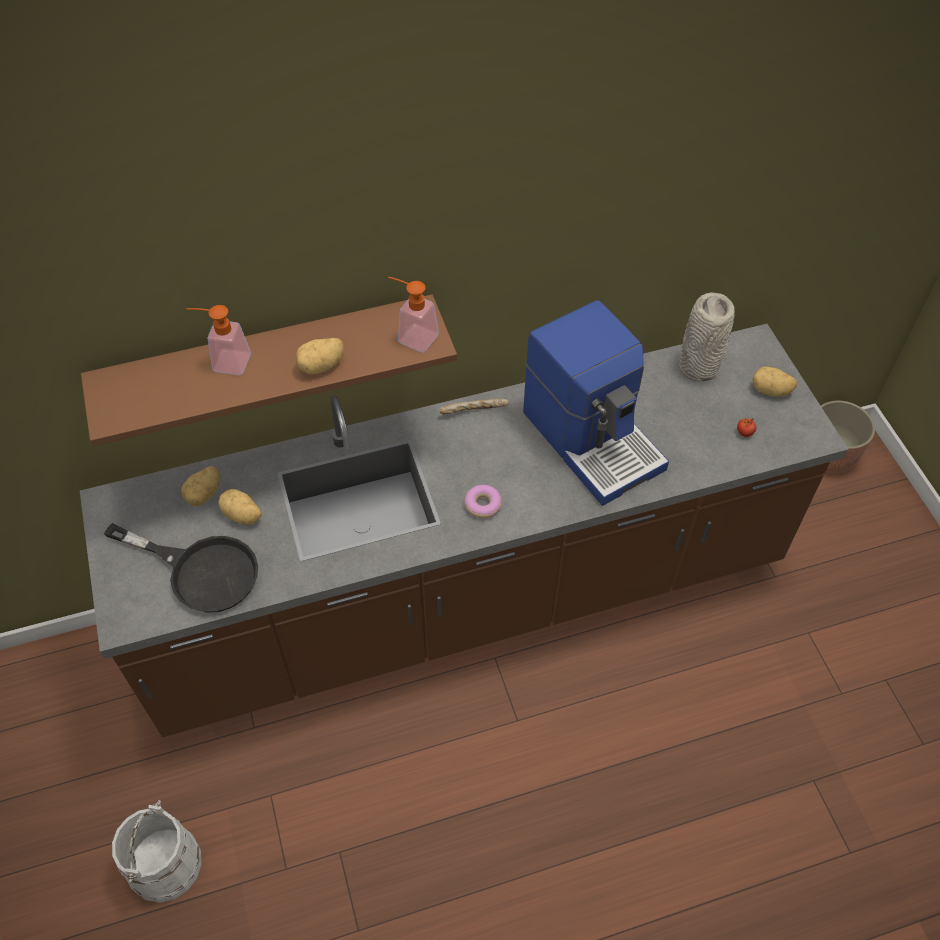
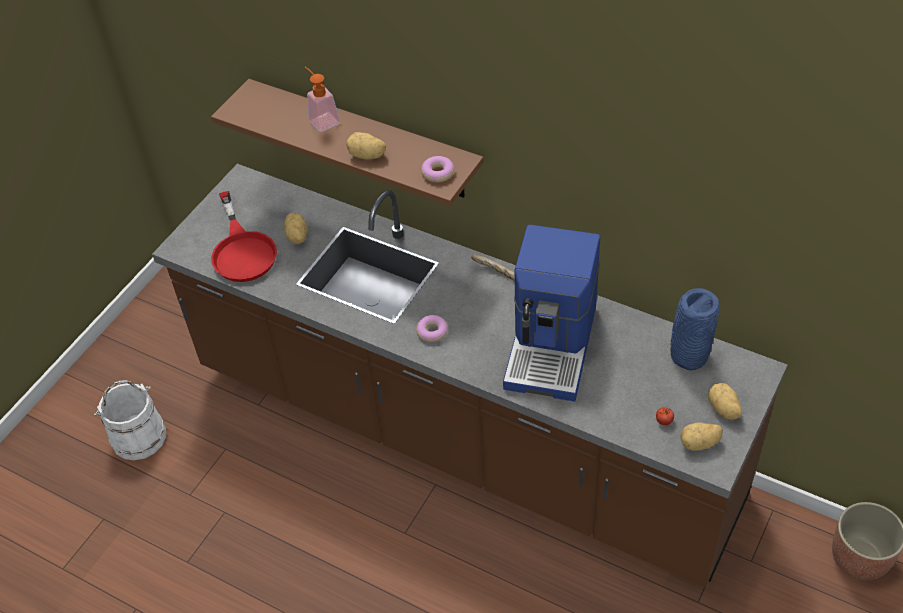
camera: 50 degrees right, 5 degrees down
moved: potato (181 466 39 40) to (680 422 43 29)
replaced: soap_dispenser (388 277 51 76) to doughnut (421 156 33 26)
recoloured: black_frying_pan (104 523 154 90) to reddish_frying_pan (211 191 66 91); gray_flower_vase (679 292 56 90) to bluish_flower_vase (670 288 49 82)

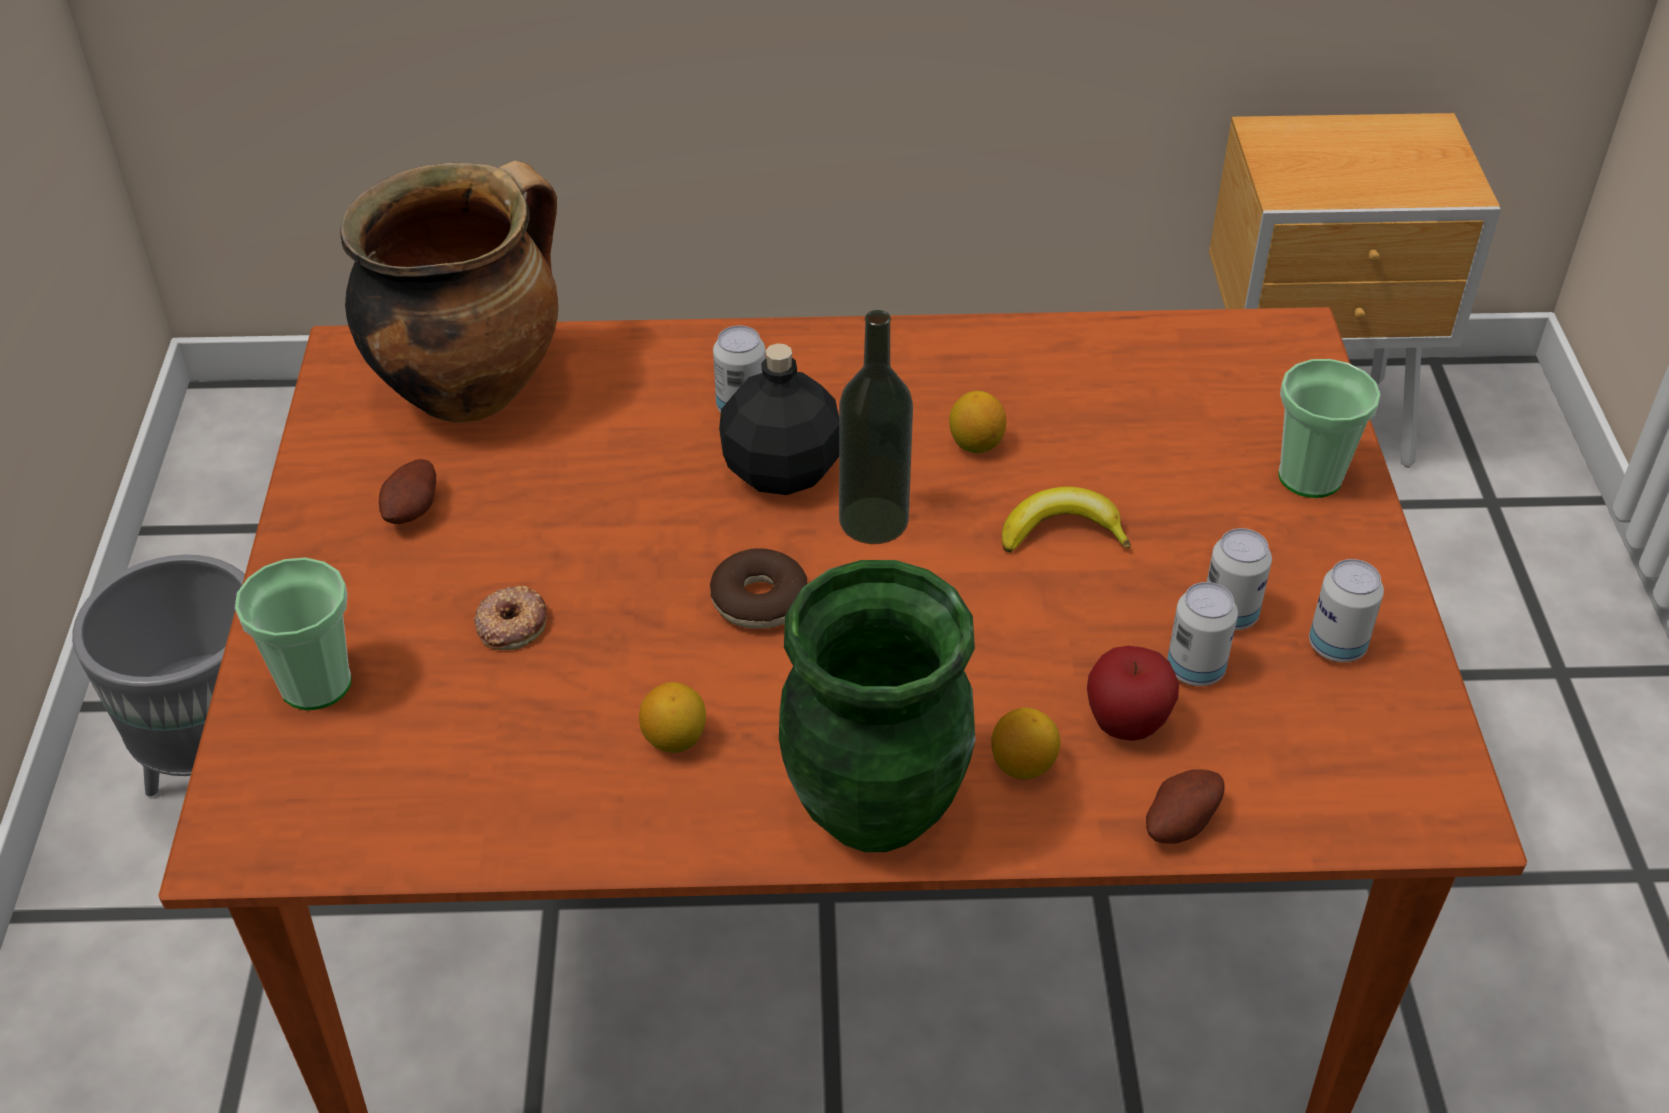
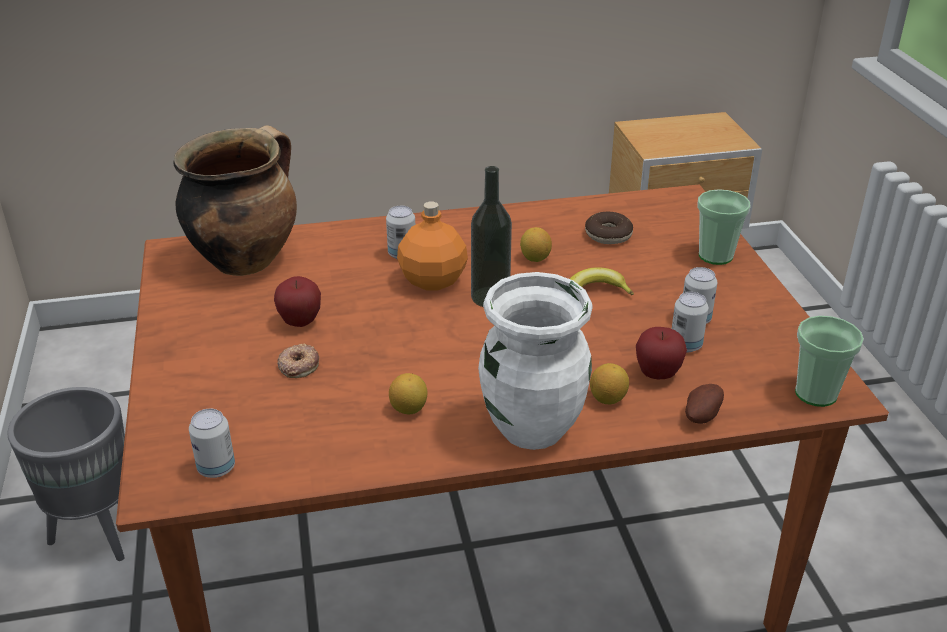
camera: 10 degrees left, 10 degrees down
removed: potato (379 459 57 65)
added: apple (274 276 47 51)
moved: small_cup (235 557 116 153) to (795 316 69 91); doughnut (710 548 97 81) to (585 212 48 32); sealed_can (1309 559 75 103) to (189 409 46 69)
recoloured: black_beverage_bottle (719 343 120 152) to orangey_beverage_bottle (397 202 71 89); greenish_flower_vase (779 560 196 292) to white_flower_vase (478 272 114 178)

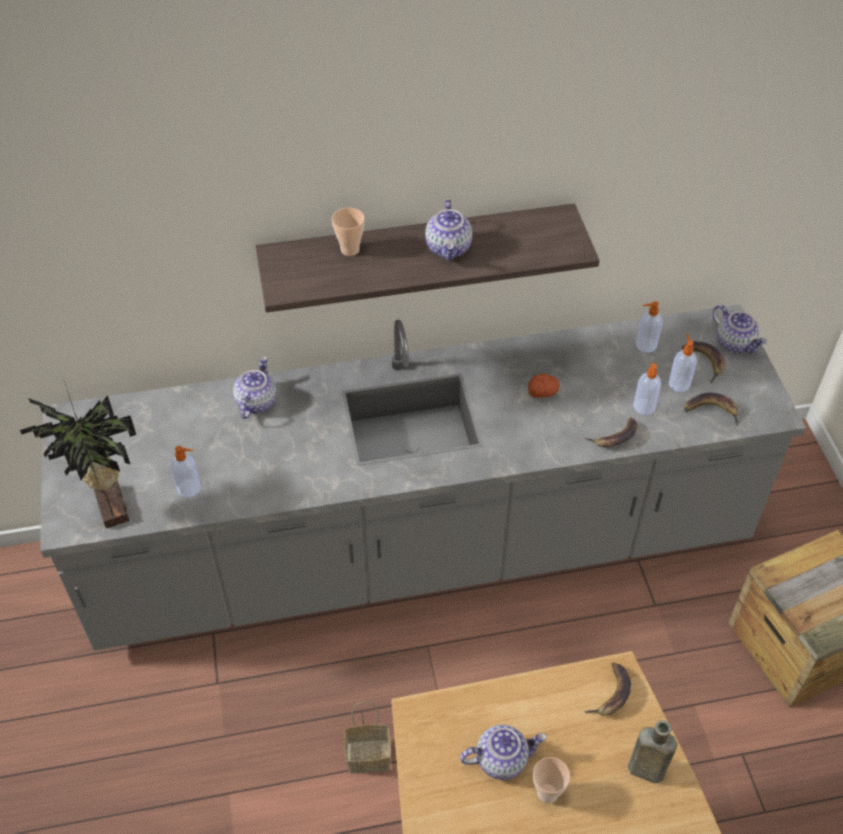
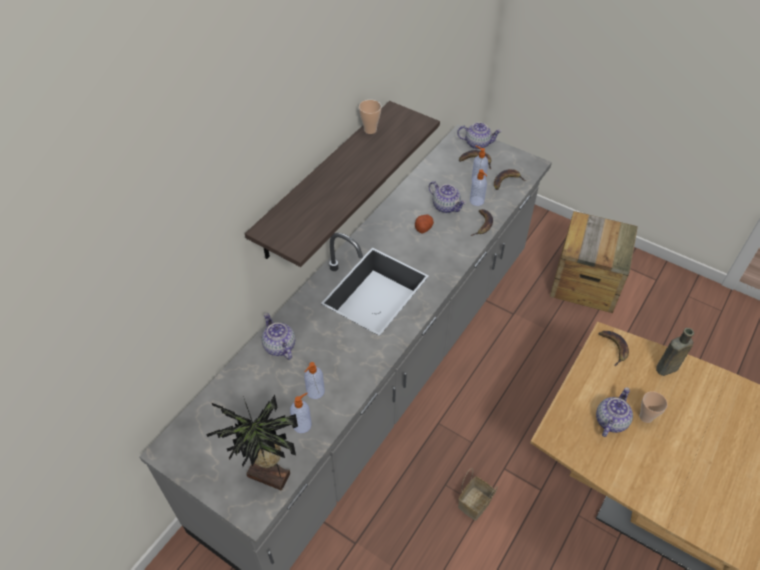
camera: 45 degrees left, 0 degrees up
moved: small_cup (332 208 33 48) to (359 100 22 34); pot_for_tea (425 199 47 62) to (429 181 37 32); soap_dispenser (636 301 27 52) to (304 362 21 37)

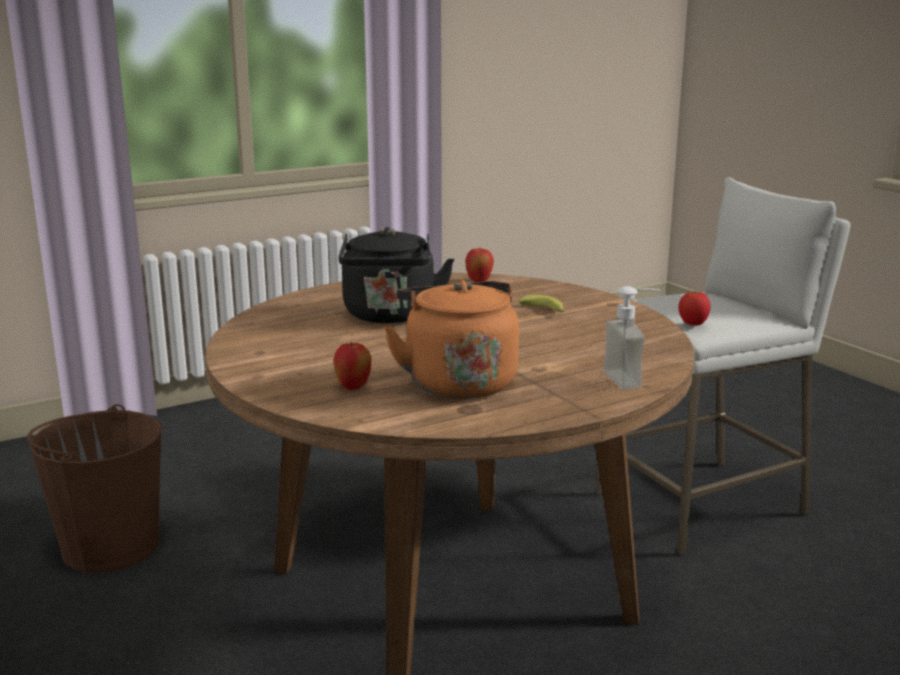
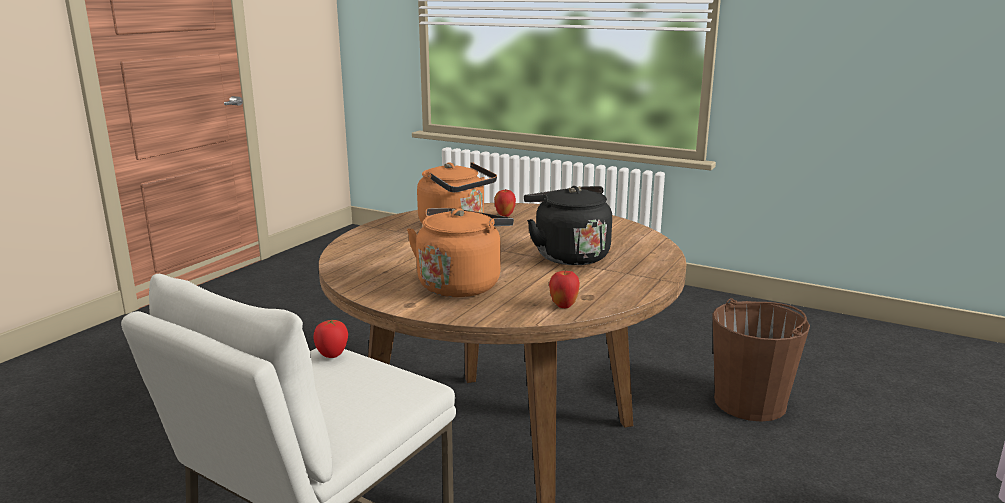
camera: 150 degrees right, 0 degrees up
removed: soap_dispenser (603 286 57 104)
replaced: whole_banana (519 295 45 17) to orangey_tea_kettle (407 208 107 89)

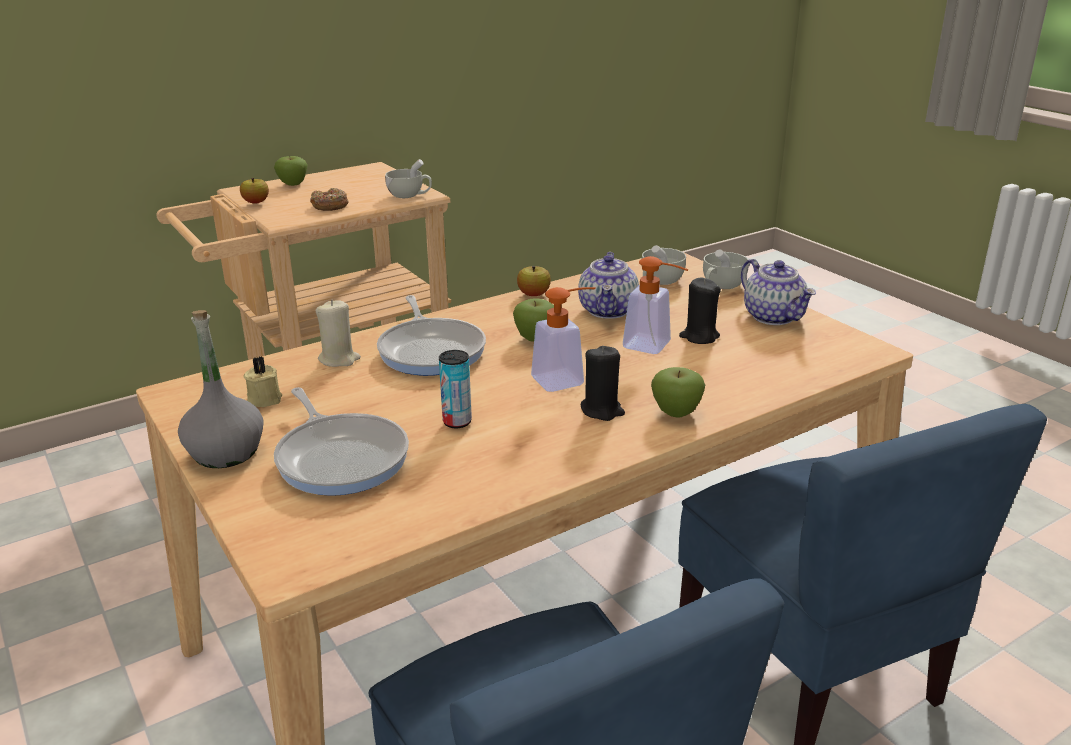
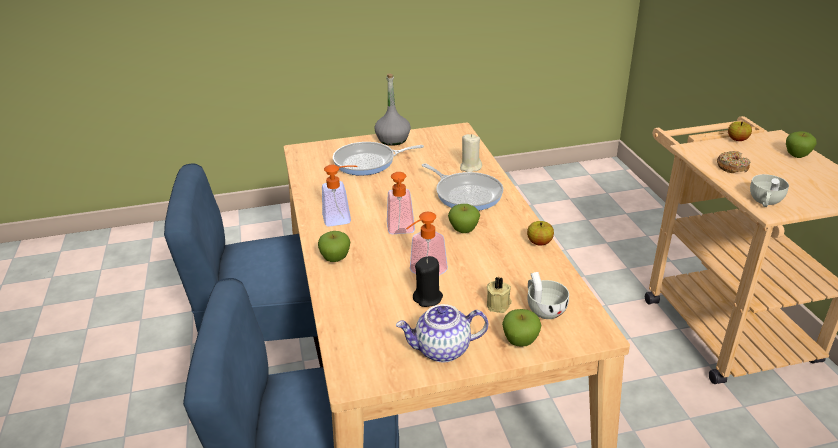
camera: 110 degrees right, 5 degrees up
removed: sealed_can (439 350 33 78); pot_for_tea (578 252 61 67); black_candle (581 345 44 76)
added: soap_dispenser (322 164 35 63)
moved: beige-coloured_candle (243 356 39 51) to (487 277 25 36)
replaced: white_small_cup (703 249 45 40) to apple (502 309 39 38)
turned: frying_pan (377 295 109 81) = (422 163 81 48) 135 degrees counterclockwise

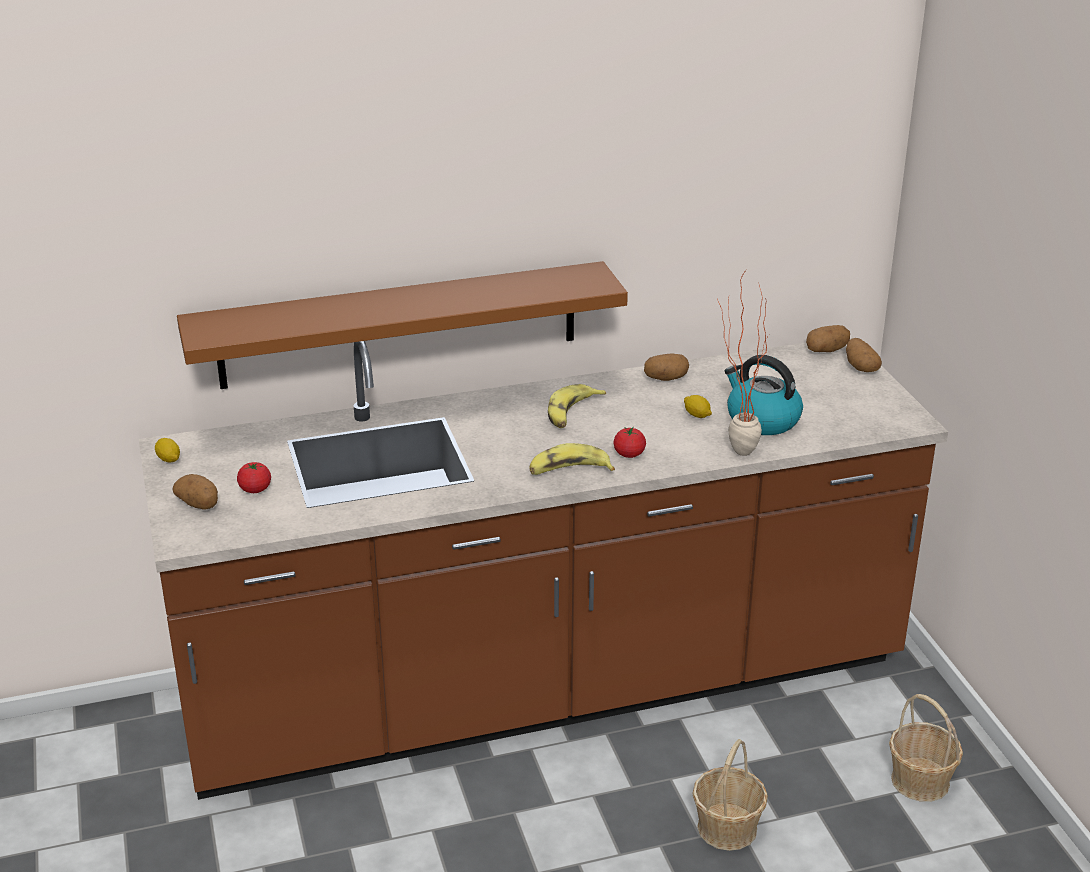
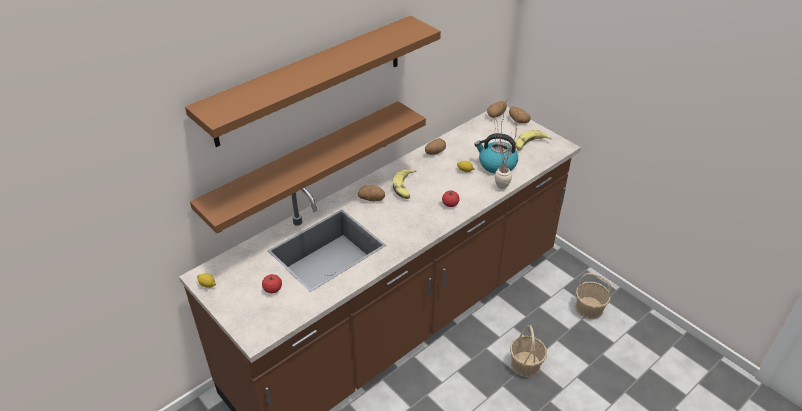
camera: 25 degrees left, 10 degrees up
added: brownish_shelf (185 16 256 131)
moved: potato (172 474 46 35) to (358 185 27 16); whole_banana (529 443 86 32) to (516 130 36 20)

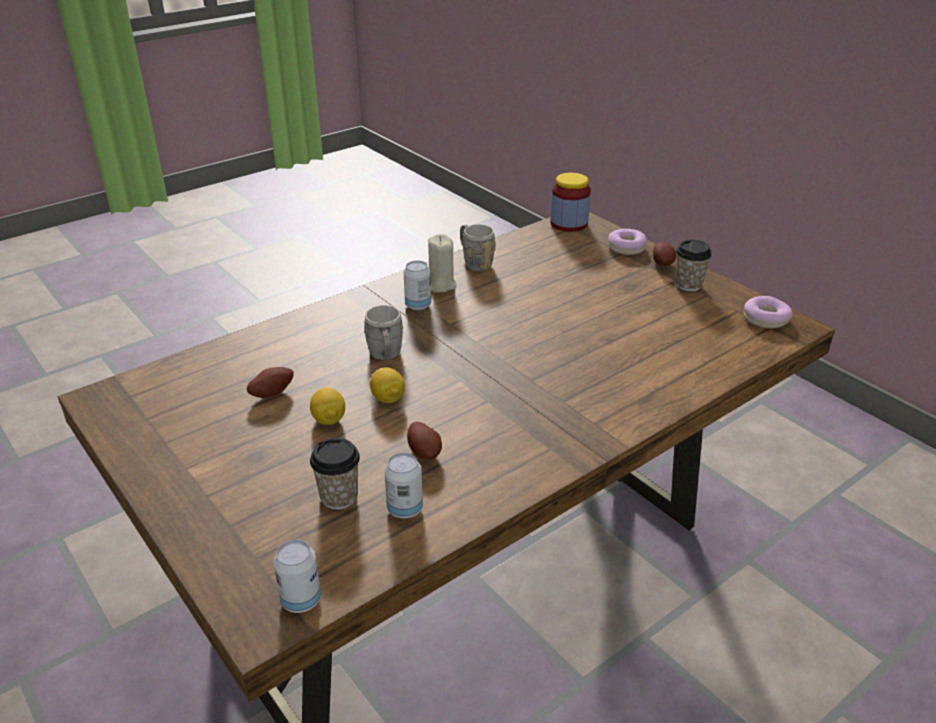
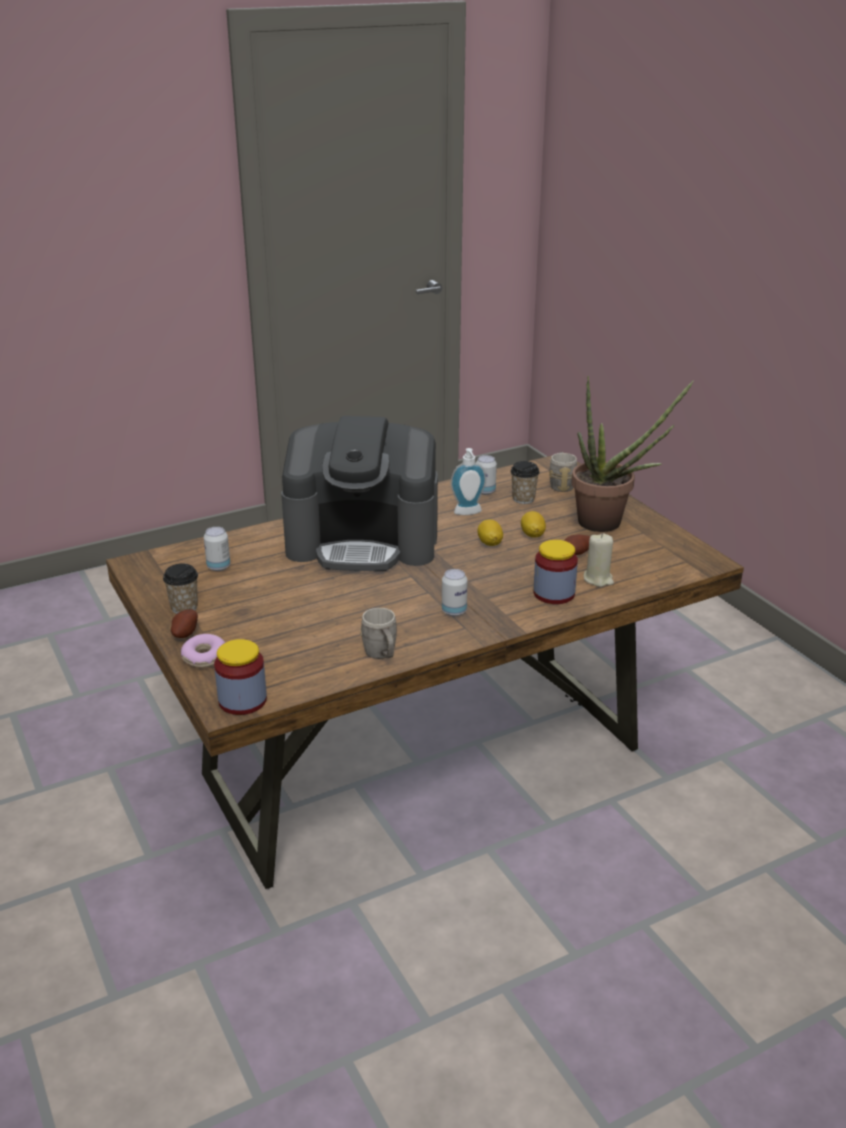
camera: 170 degrees left, 5 degrees down
removed: doughnut (744 296 49 32)
added: coffee_machine (281 416 157 155); storage_jar (534 540 44 64); potted_plant (572 376 122 156)
moved: sealed_can (273 540 48 73) to (204 527 26 44); gray_coffee_mug (364 305 39 55) to (549 452 28 40); beige-coloured_candle (428 234 28 59) to (584 533 30 54)
replaced: potato (407 422 35 38) to soap_dispenser (451 448 35 67)

